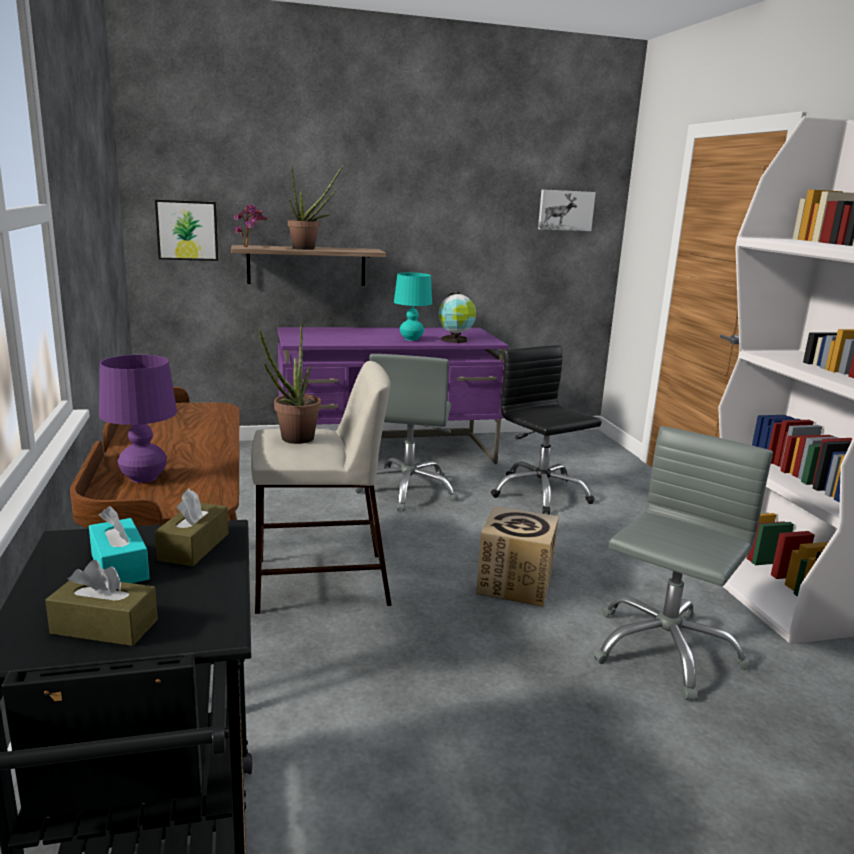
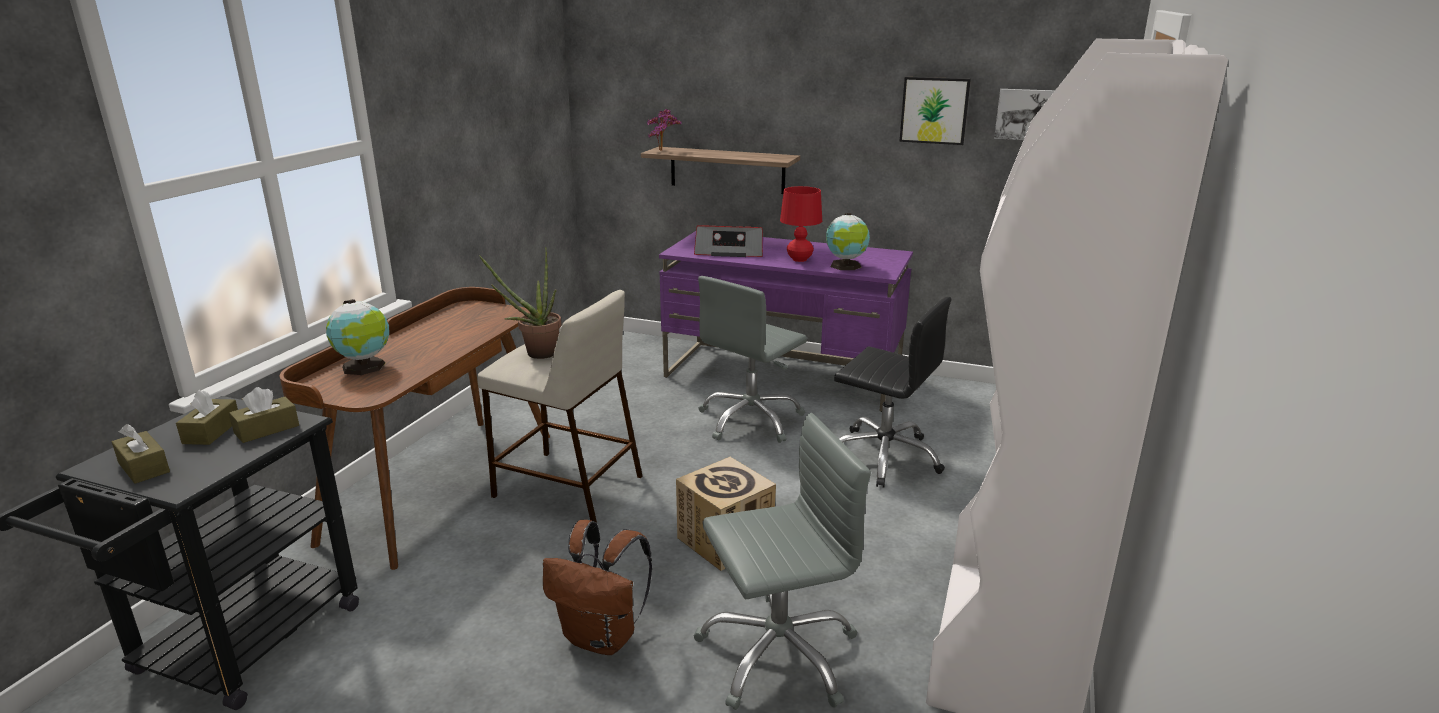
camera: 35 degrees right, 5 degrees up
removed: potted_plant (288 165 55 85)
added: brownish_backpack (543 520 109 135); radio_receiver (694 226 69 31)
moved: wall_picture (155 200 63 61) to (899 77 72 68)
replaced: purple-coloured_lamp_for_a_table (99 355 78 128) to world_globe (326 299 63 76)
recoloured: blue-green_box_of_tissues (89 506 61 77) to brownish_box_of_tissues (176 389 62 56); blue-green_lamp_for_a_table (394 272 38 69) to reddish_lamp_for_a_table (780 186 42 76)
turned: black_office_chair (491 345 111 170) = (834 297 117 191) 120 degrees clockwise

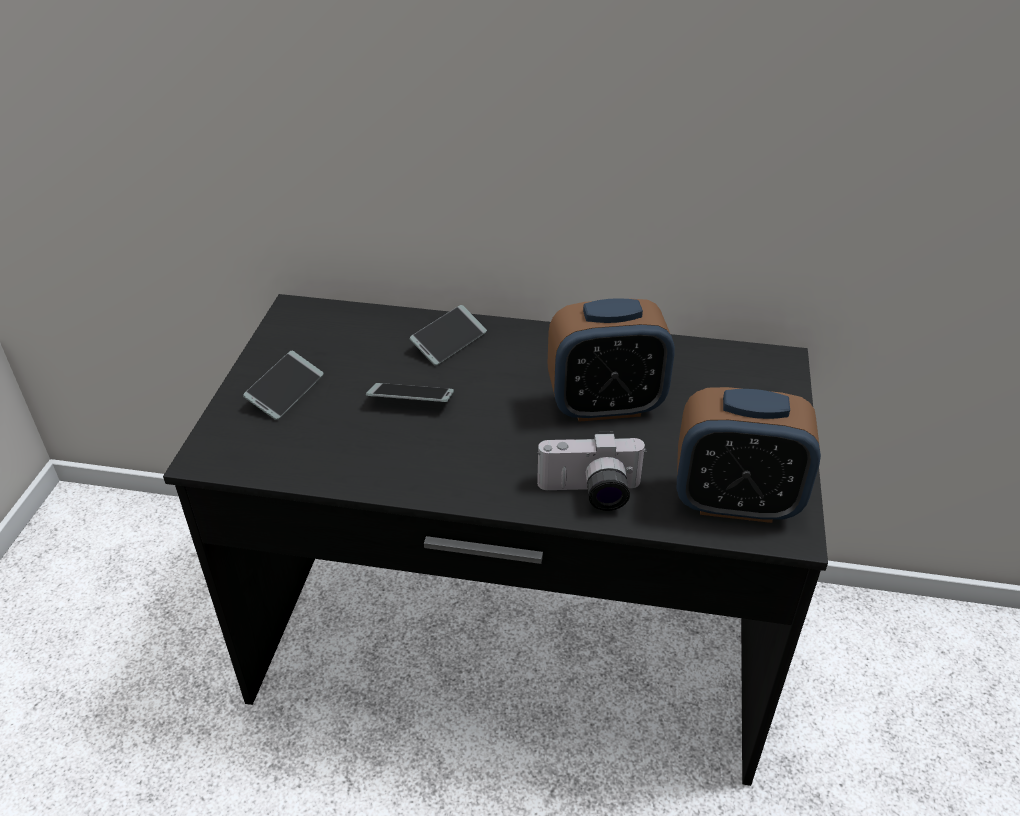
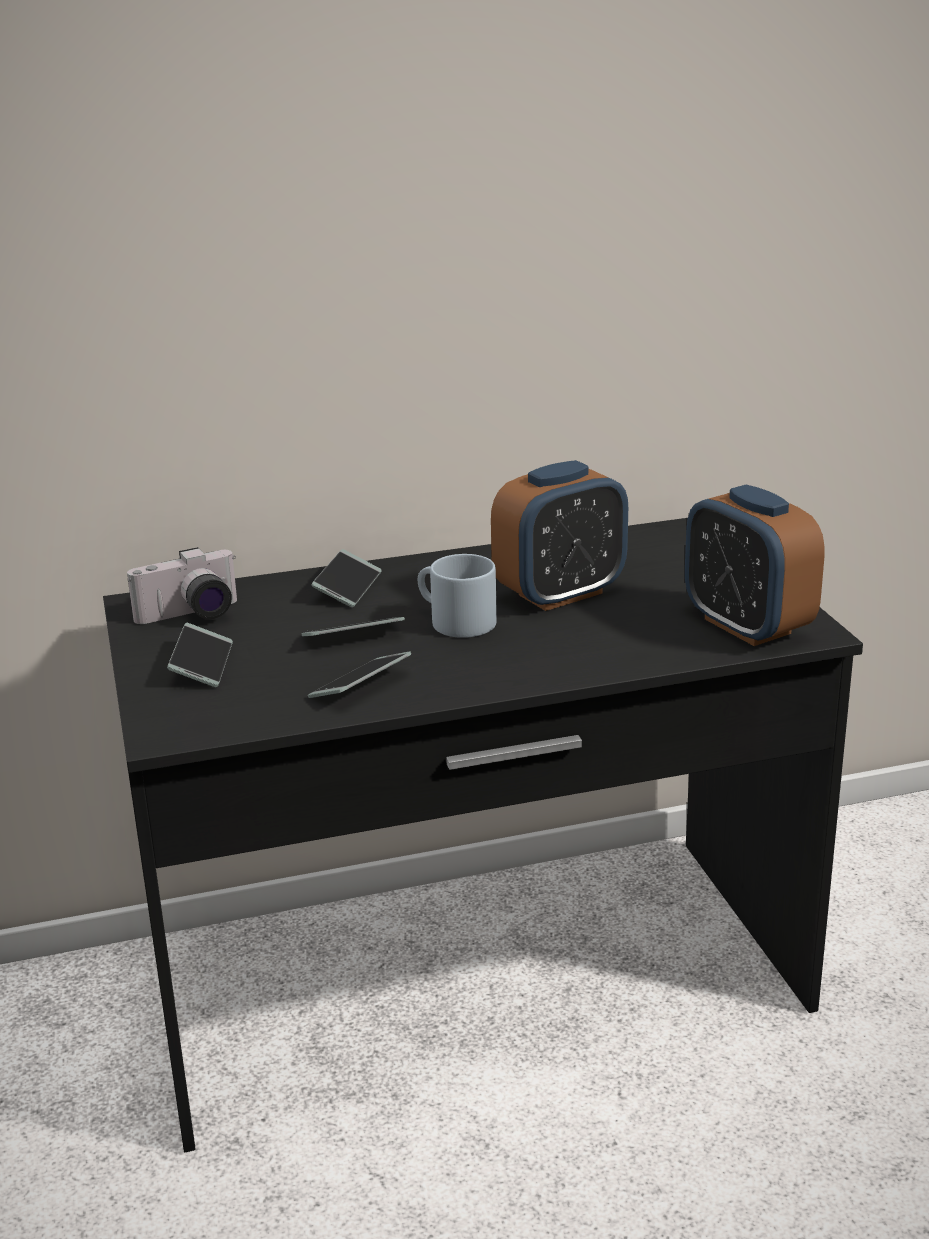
camera: 25 degrees left, 15 degrees down
added: phone (308 651 103 47); gray_coffee_mug (418 554 79 84)
moved: photo_camera (537 432 110 79) to (127 547 110 77)
turned: bedside_clock (677 387 144 136) = (685 485 140 161) 75 degrees clockwise

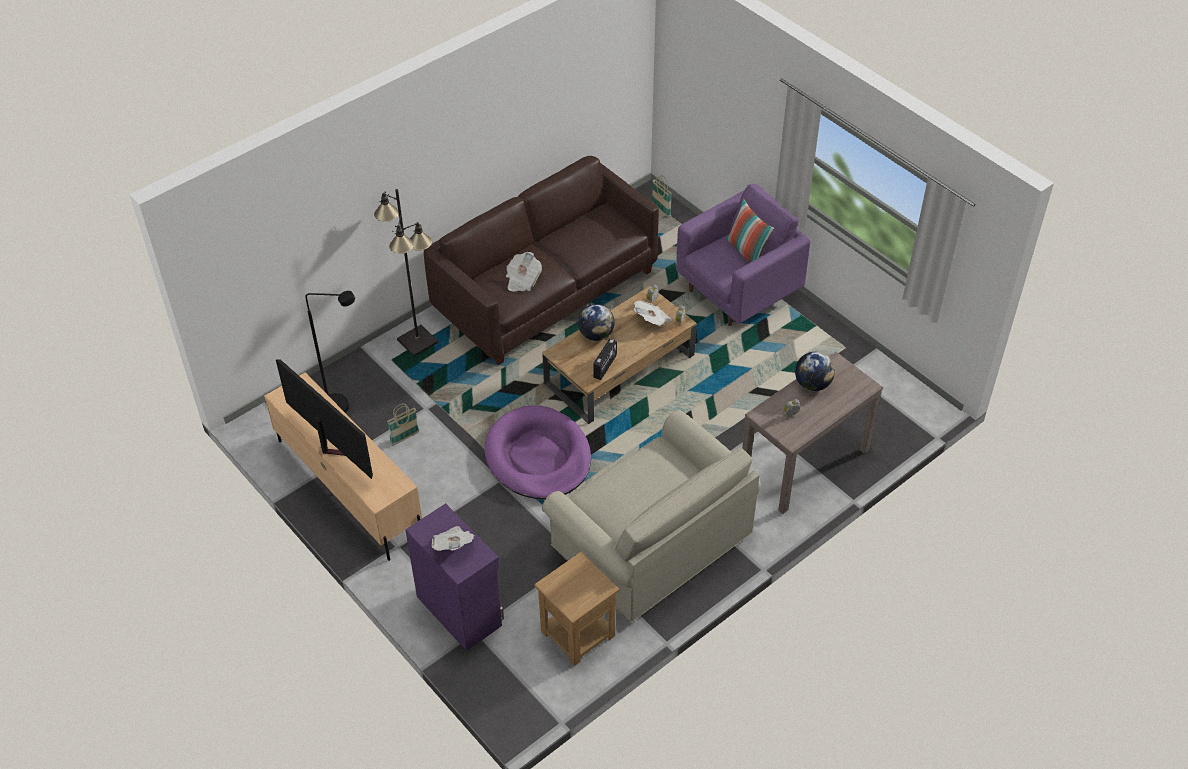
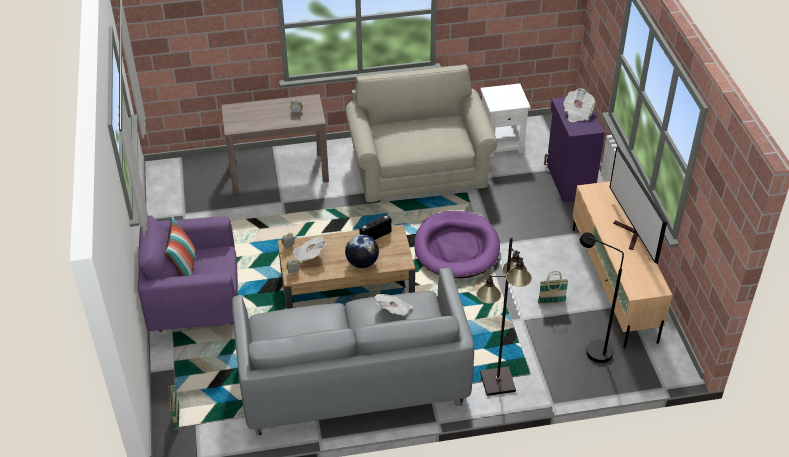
camera: 150 degrees left, 5 degrees down
removed: world_globe (795 352 40 39)
recoloured: brownish_settee (424 156 235 209) to gray_settee (232 268 242 168); brownish_accent_table (534 552 85 114) to white_accent_table (480 83 51 74)

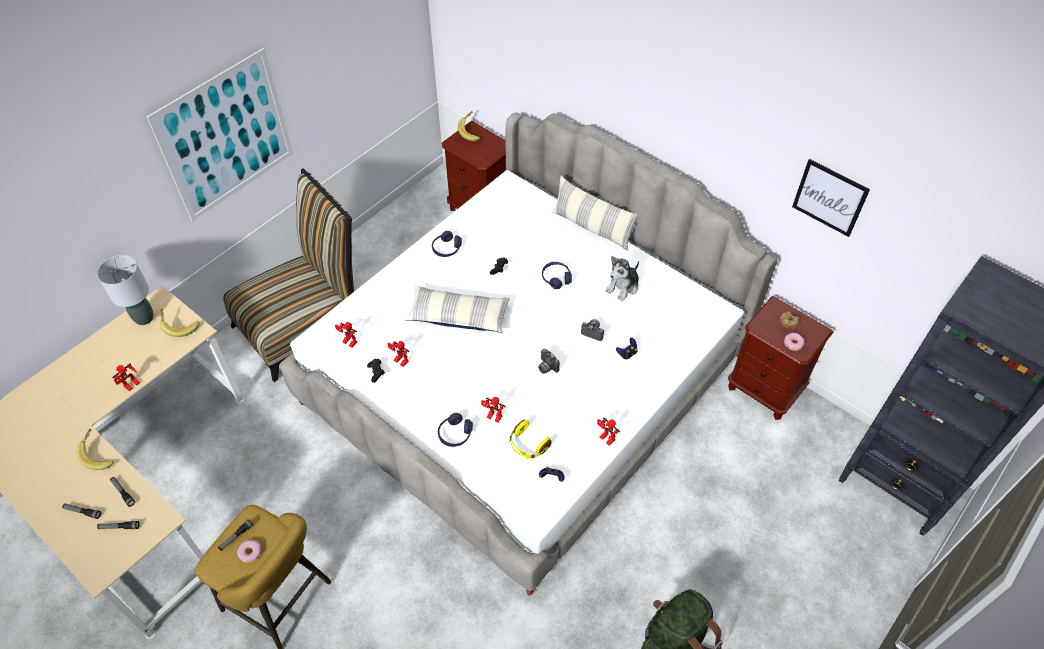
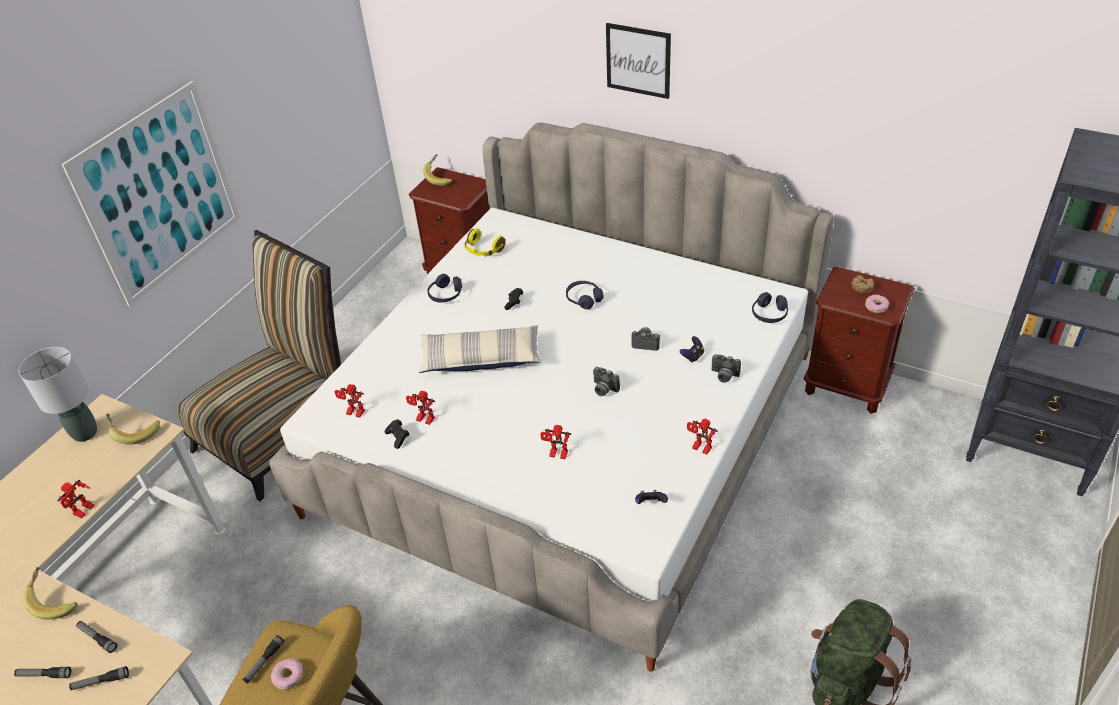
camera: 10 degrees left, 10 degrees down
removed: pillow (551 175 86 75); plush_toy (606 256 33 45)
added: photo_camera (712 354 29 29)
moved: purple-coloured_headphones (438 413 35 34) to (752 292 36 31); yellow-coloured_headphones (509 420 43 39) to (465 228 40 29); wall_picture (792 159 78 78) to (606 23 65 76)

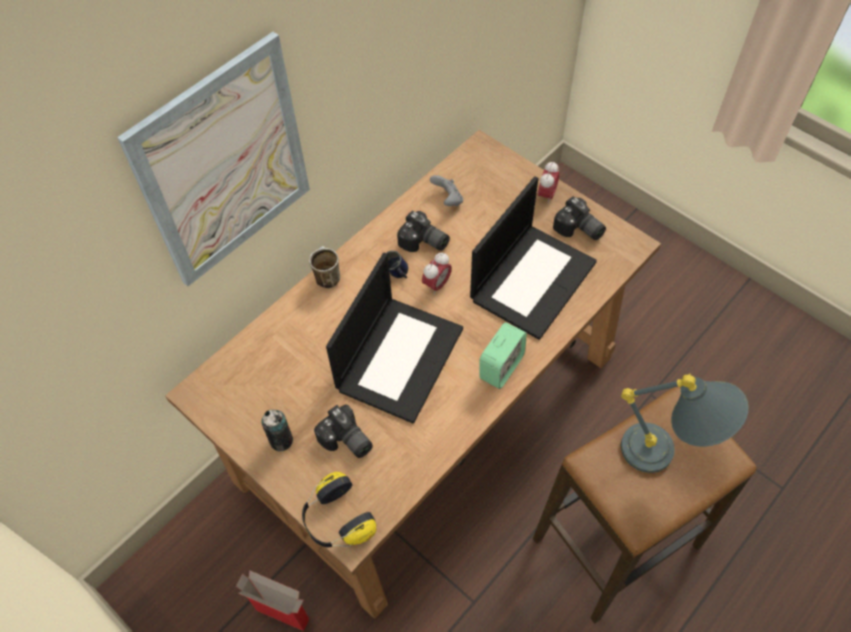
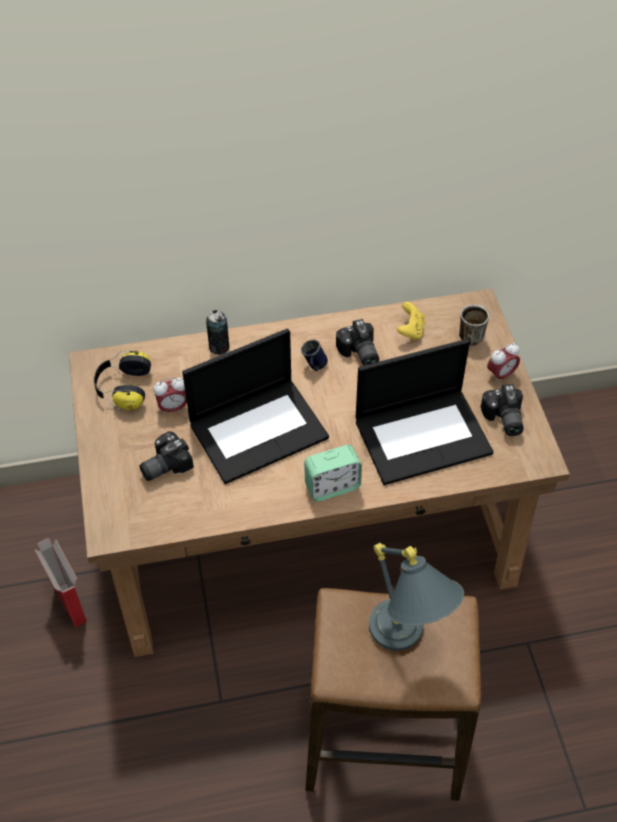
camera: 35 degrees right, 5 degrees down
removed: wall_picture (117 32 193 255)
moved: sealed_can (262 410 31 41) to (206 310 24 45); headphones (302 472 74 76) to (94 351 57 59); coffee_mug (309 246 31 42) to (459 305 30 41); bedside_clock (422 252 30 43) to (154 378 33 37)
recoloured: gray_joypad (430 175 33 31) to yellow-coloured_joypad (397 302 28 39)
turned: photo_camera (314 405 59 53) = (139 431 55 50) 60 degrees clockwise

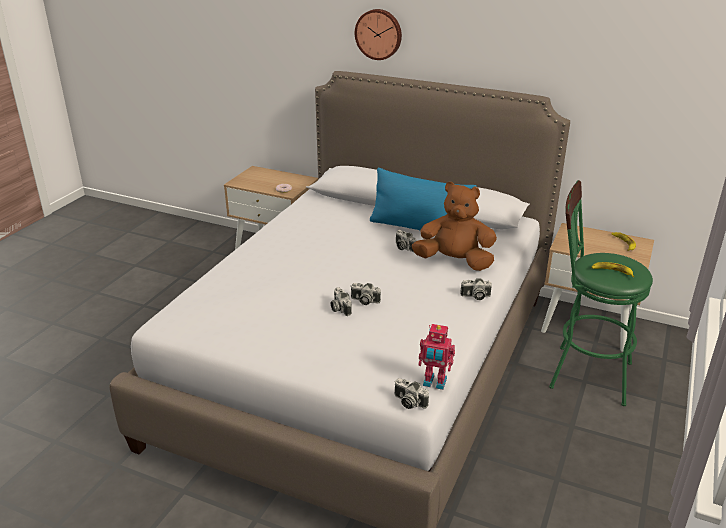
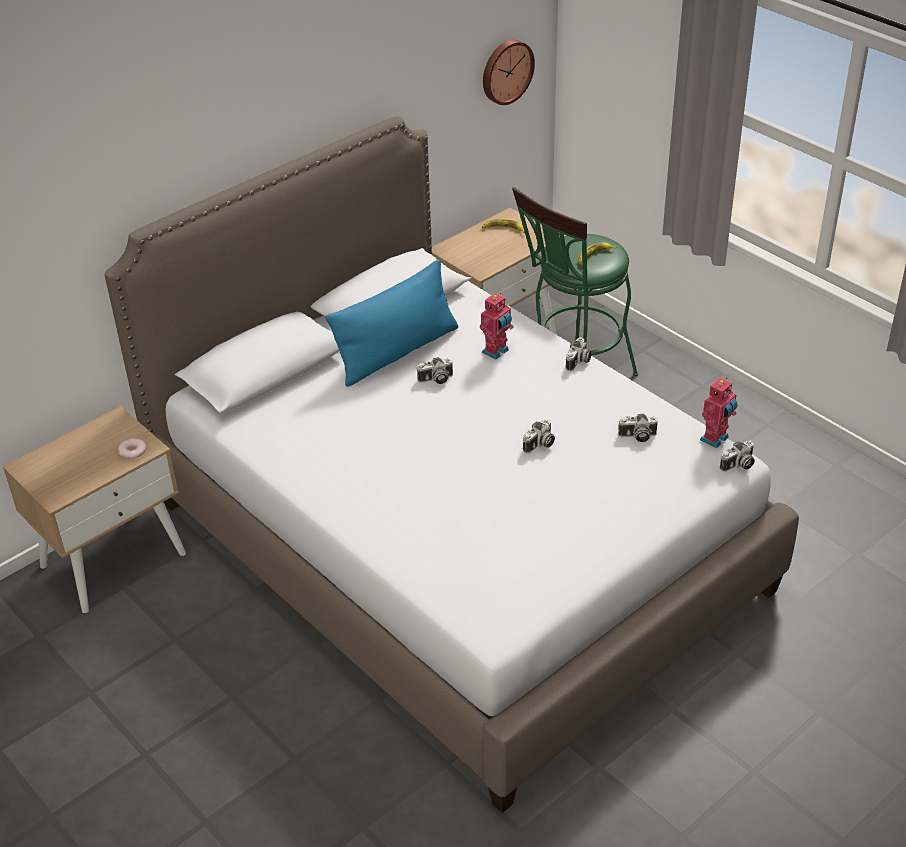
camera: 65 degrees left, 10 degrees up
moved: photo_camera (331 287 21 29) to (618 414 40 28); clock_on_the_wall (355 9 47 51) to (483 40 52 65)
replaced: brownish_plush_toy (412 182 85 89) to robot_figure (480 292 34 68)

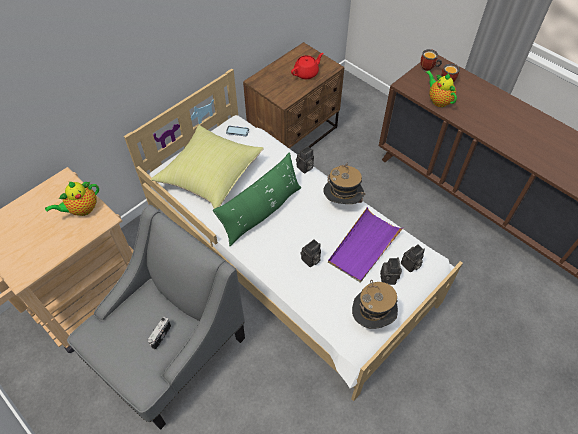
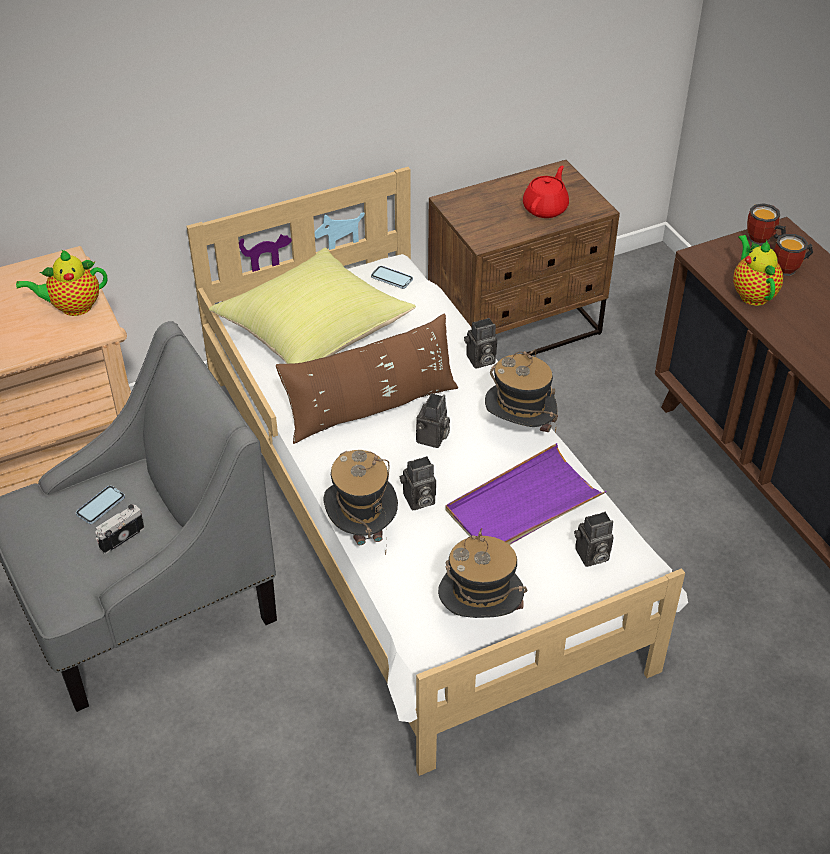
camera: 20 degrees right, 10 degrees down
added: phone (76 486 49 38); wearable_hat (323 450 75 105)
moved: photo_camera (380 258 22 27) to (416 393 34 55)
recoloured: greenish_pillow (213 152 88 94) to brownish_pillow (276 313 182 131)
turned: reddish_pot_for_tea (291 53 32 26) = (523 165 46 53) 45 degrees counterclockwise

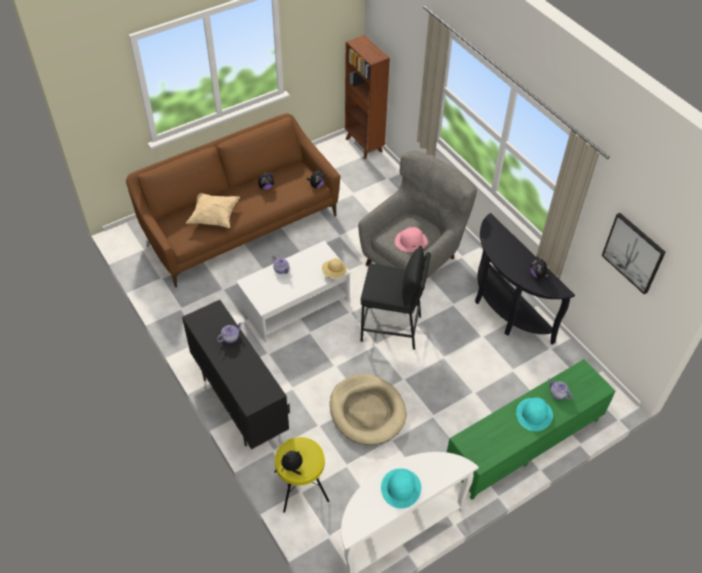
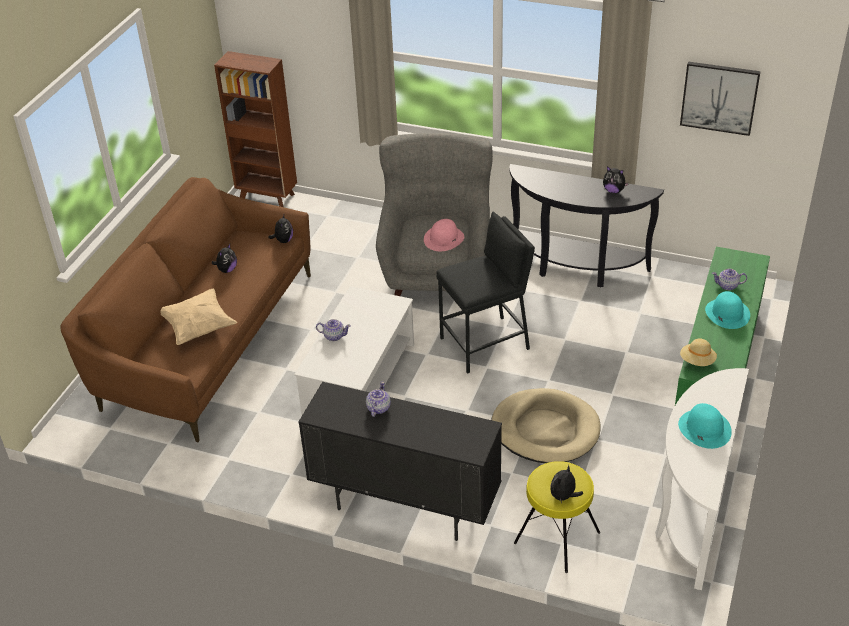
camera: 35 degrees left, 10 degrees down
moved: beige-coloured_wearable_hat (322 259 25 19) to (680 338 37 28)

